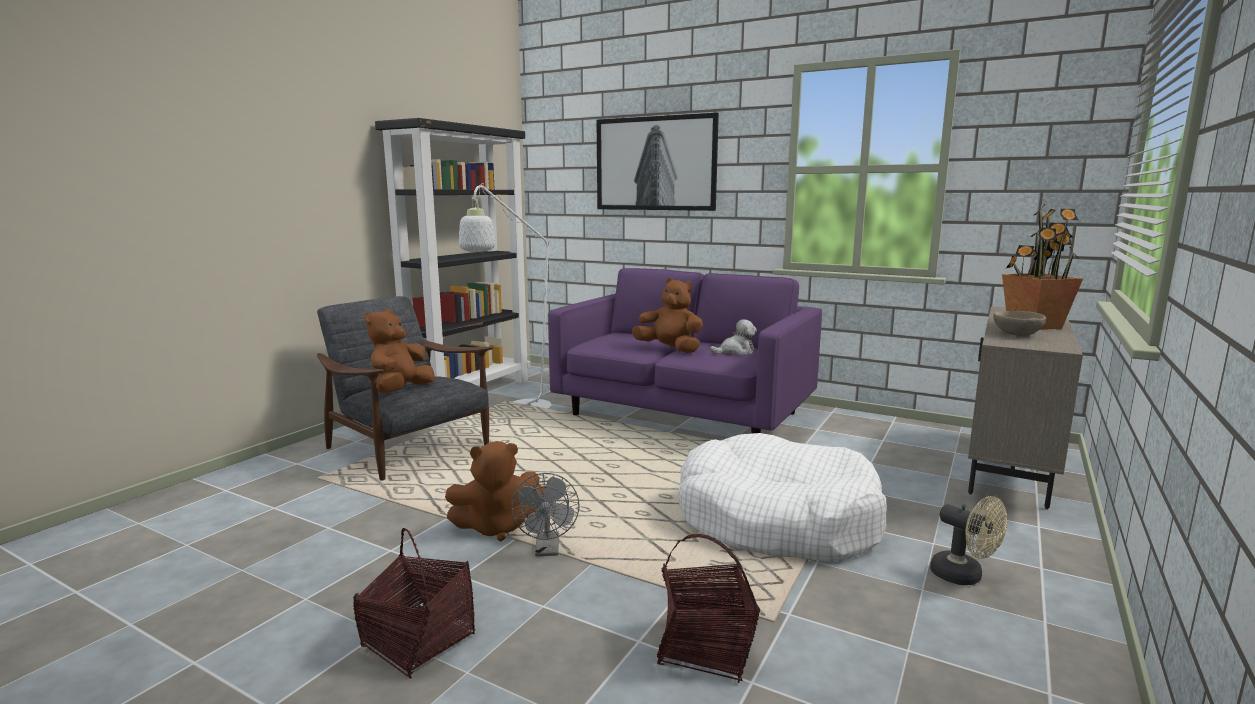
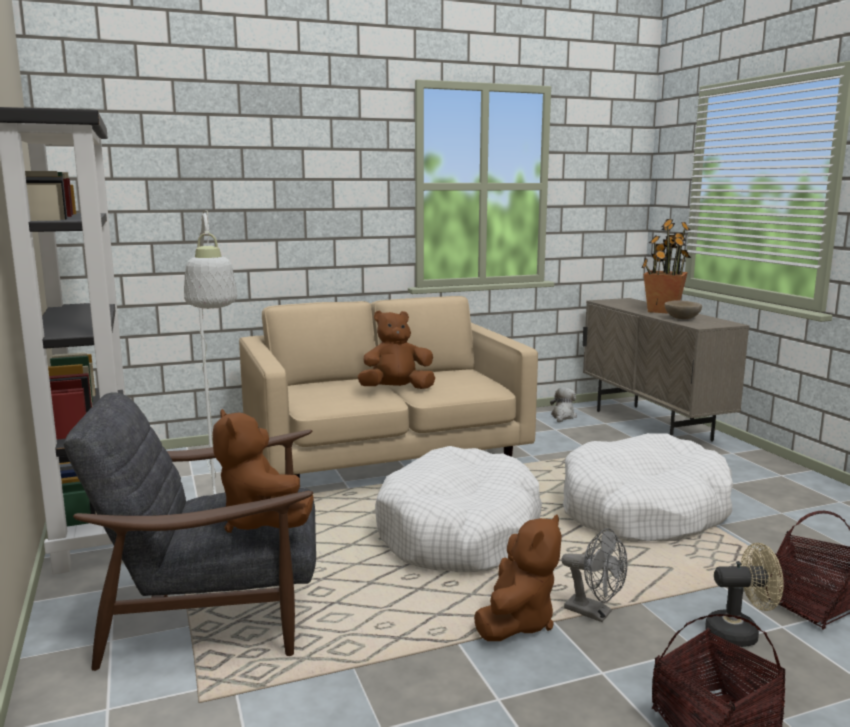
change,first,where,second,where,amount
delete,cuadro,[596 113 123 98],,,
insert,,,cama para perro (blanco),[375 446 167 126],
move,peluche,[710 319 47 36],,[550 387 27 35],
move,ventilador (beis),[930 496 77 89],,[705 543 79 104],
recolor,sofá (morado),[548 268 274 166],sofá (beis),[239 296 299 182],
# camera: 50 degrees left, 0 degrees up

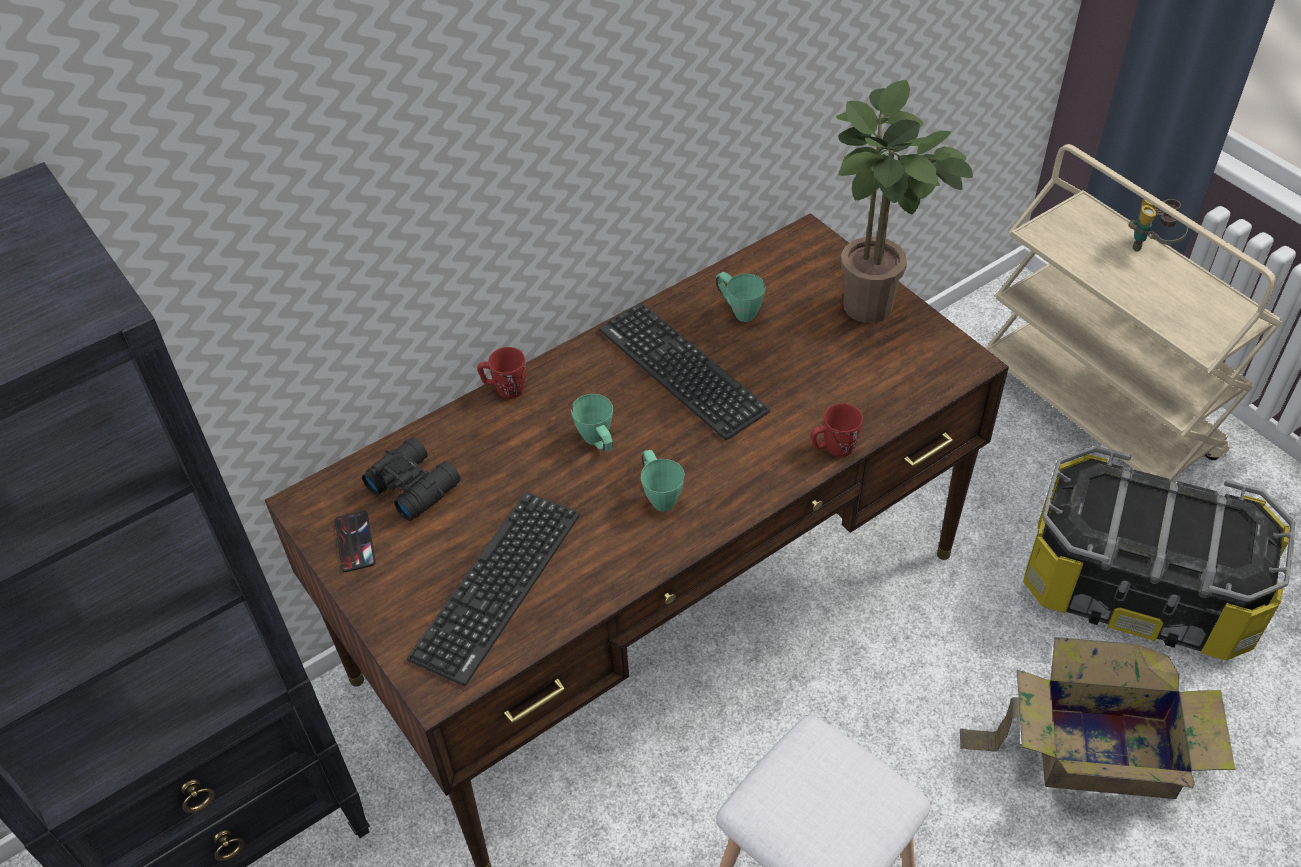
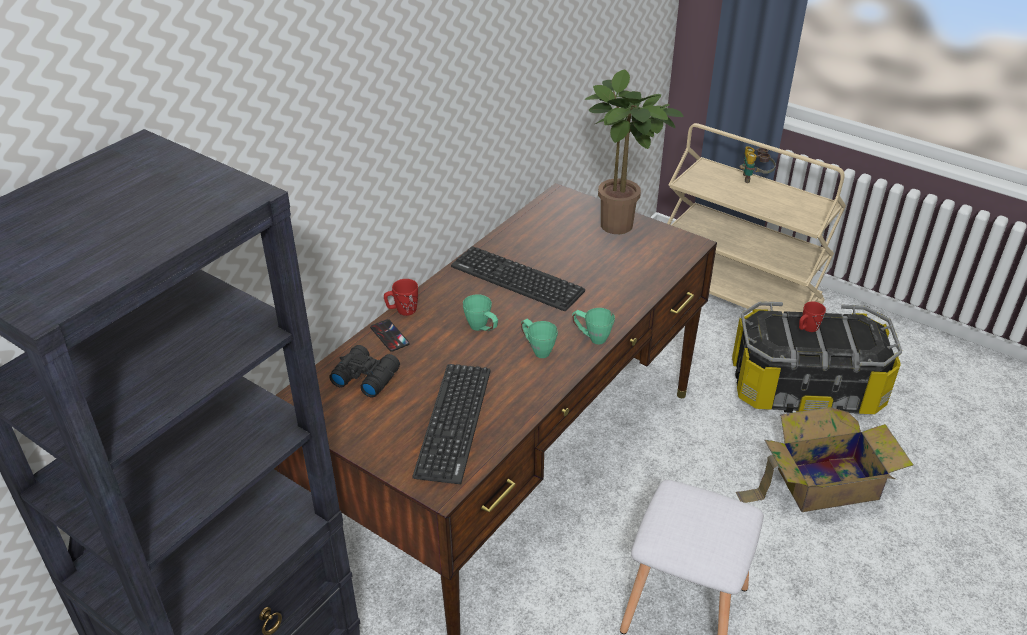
change,first,where,second,where,amount
move,móvil,[335 511 41 61],,[370 319 40 33],
move,taza grande (verde),[716 272 50 50],,[572 308 43 37],
move,taza grande (rojo),[811 403 52 54],,[799 302 27 30],
# camera: 20 degrees left, 10 degrees down

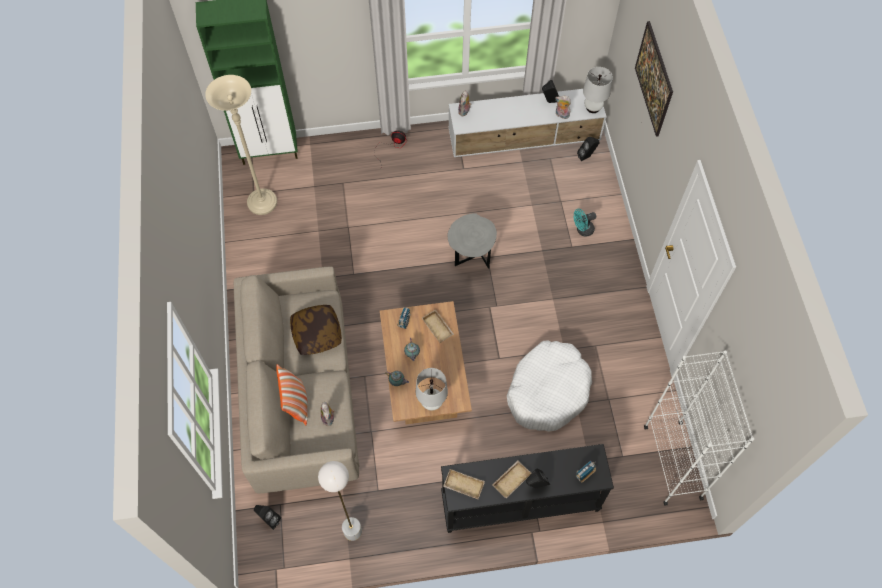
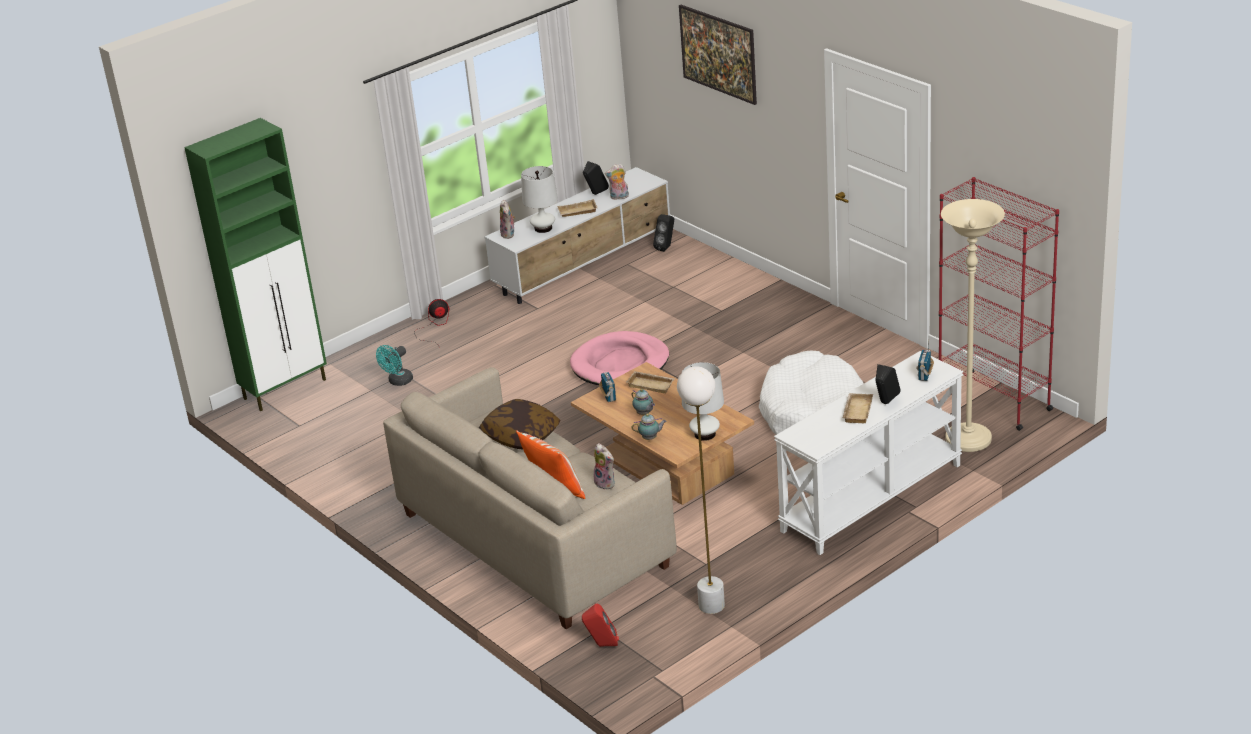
change,first,where,second,where,amount
move,lámpara de pie (beis),[205 75 72 140],,[941 199 64 253],
move,bandeja (beis),[443 469 42 30],,[557 199 40 18],
move,ventilador (turquesa),[574 209 22 28],,[376 345 37 41],
move,lámpara de mesa (blanco),[583 67 30 46],,[521 166 37 67],
replace,mesa auxiliar (gris),[448 213 49 56],cama para perro (rosa),[570 331 99 54],
recolor,altavoz (negro),[254 505 27 25],altavoz (rojo),[582 604 37 43],
recolor,mesa consola (negro),[441 444 173 89],mesa consola (blanco),[774 351 190 204],
recolor,estantería (blanco),[644 350 110 156],estantería (rojo),[939 177 120 254],
# camera: 30 degrees left, 30 degrees down

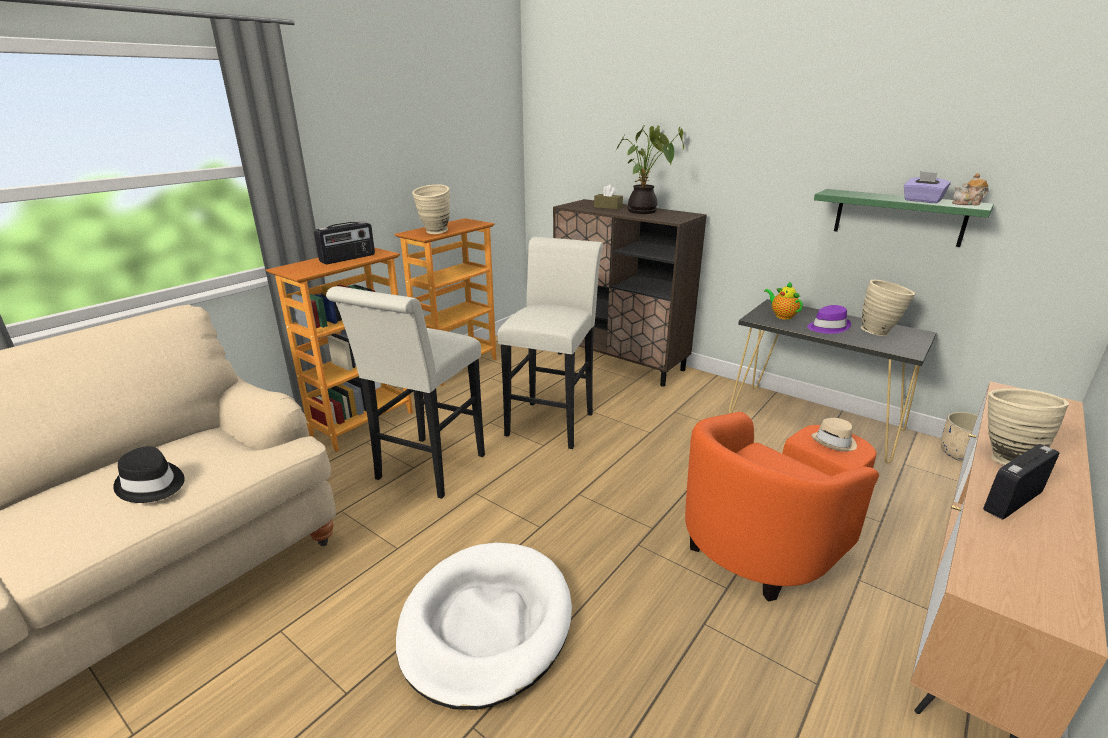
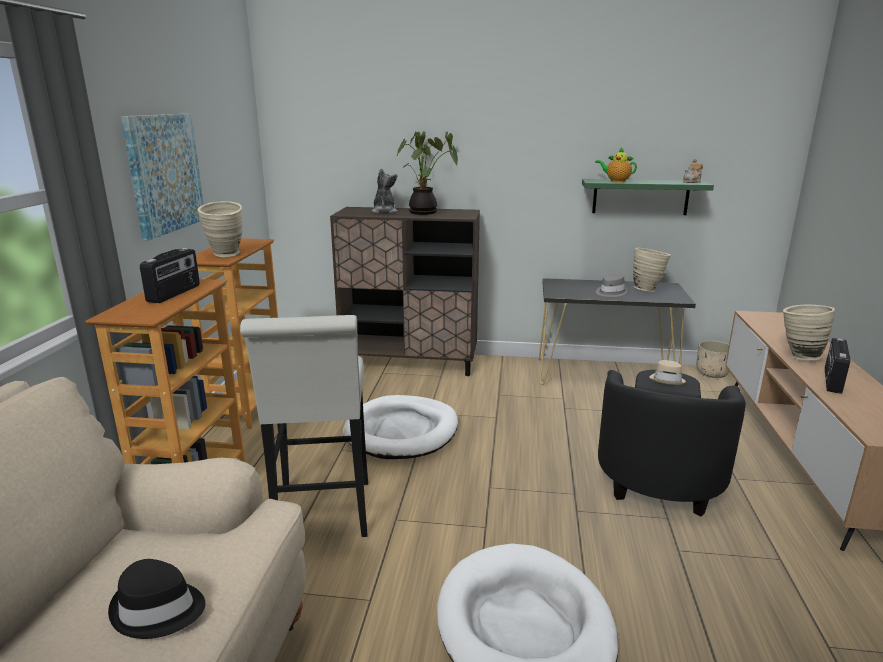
change,first,where,second,where,amount
delete,caja de pañuelos (morado),[904 171 47 32],,,
insert,,,cuadro,[121 114 83 126],
move,tetera,[764 281 39 39],,[595 147 42 36],
replace,taburete (blanco),[498 237 105 212],cama para perro (blanco),[343 395 115 64],
replace,caja de pañuelos (marrón),[594 184 29 25],peluche,[372 168 26 45],
recolor,sillón (naranja),[685 412 194 189],sillón (negro),[598 370 148 146],
recolor,sombrero (morado),[807 305 44 29],sombrero (gris),[596 273 33 24],
# camera: 30 degrees left, 5 degrees down

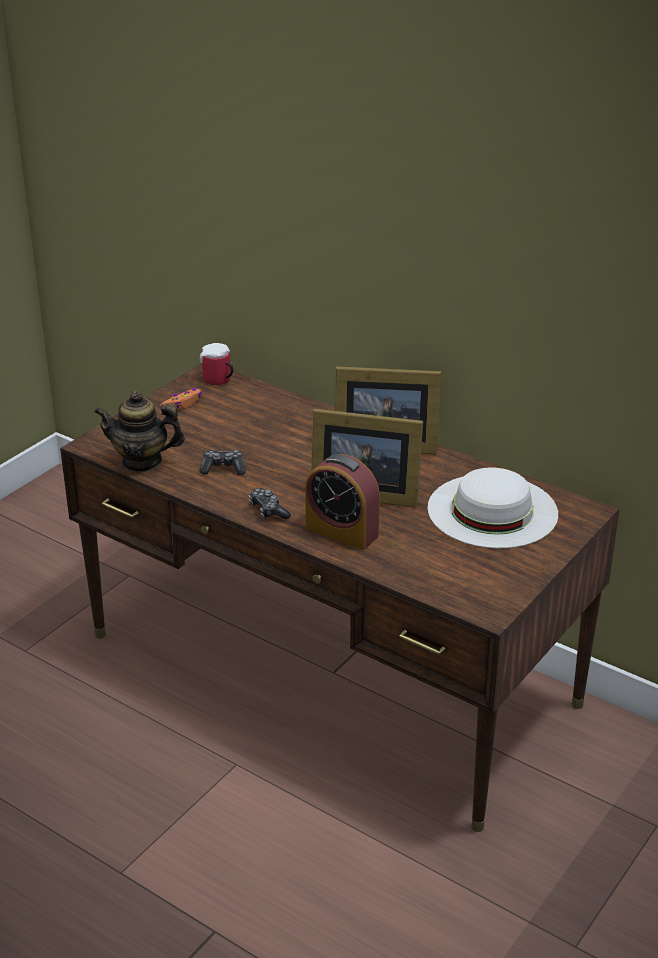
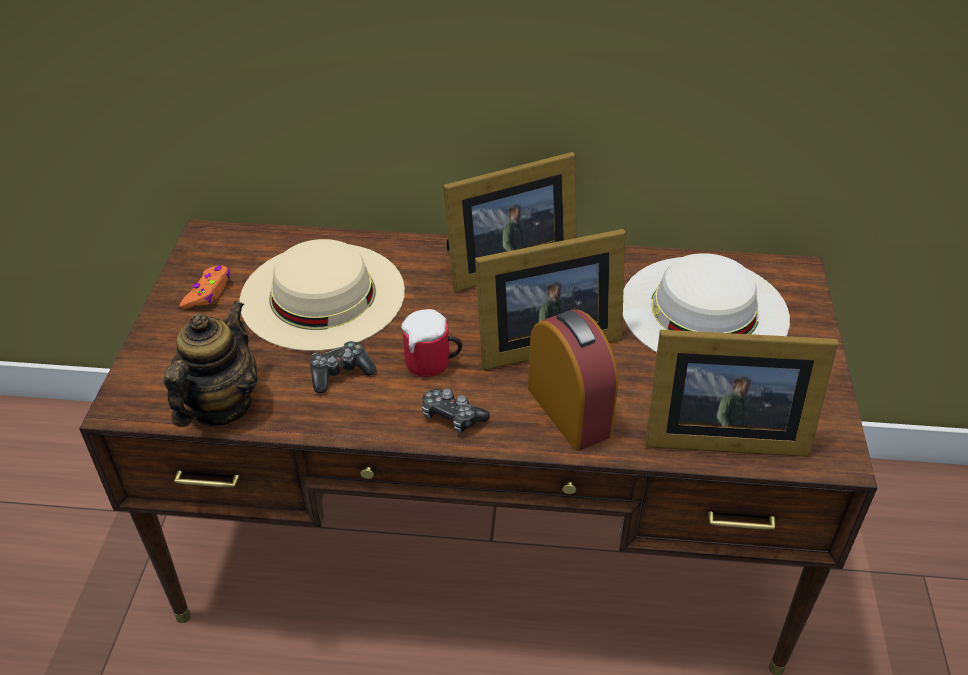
change,first,where,second,where,amount
insert,,,sombrero (beis),[240 239 165 112],
insert,,,portarretratos,[645 330 193 127],
move,taza grande,[199 343 35 42],,[401 309 61 68],
rotate,tetera,[94 391 91 81],,[164 301 94 126],135 degrees clockwise
rotate,despertador,[305 454 75 96],,[528 310 90 141],120 degrees counterclockwise
# camera: 30 degrees left, 10 degrees up

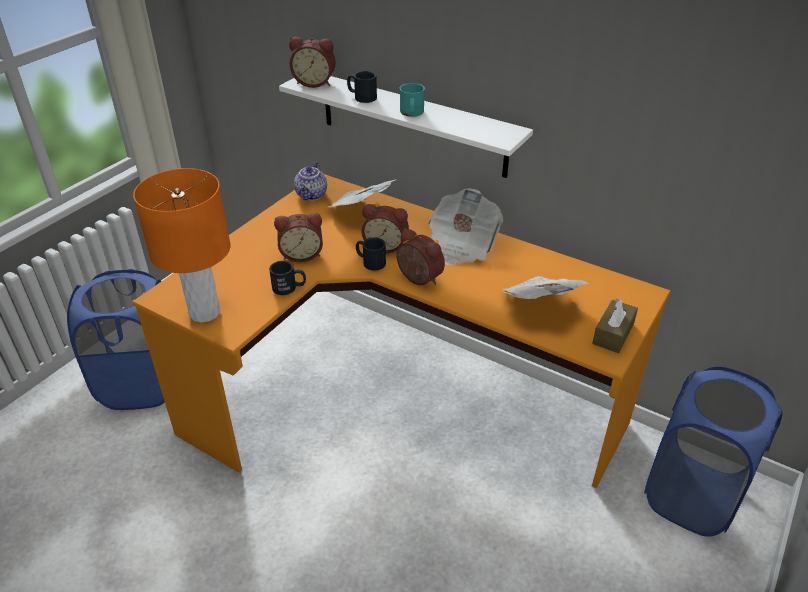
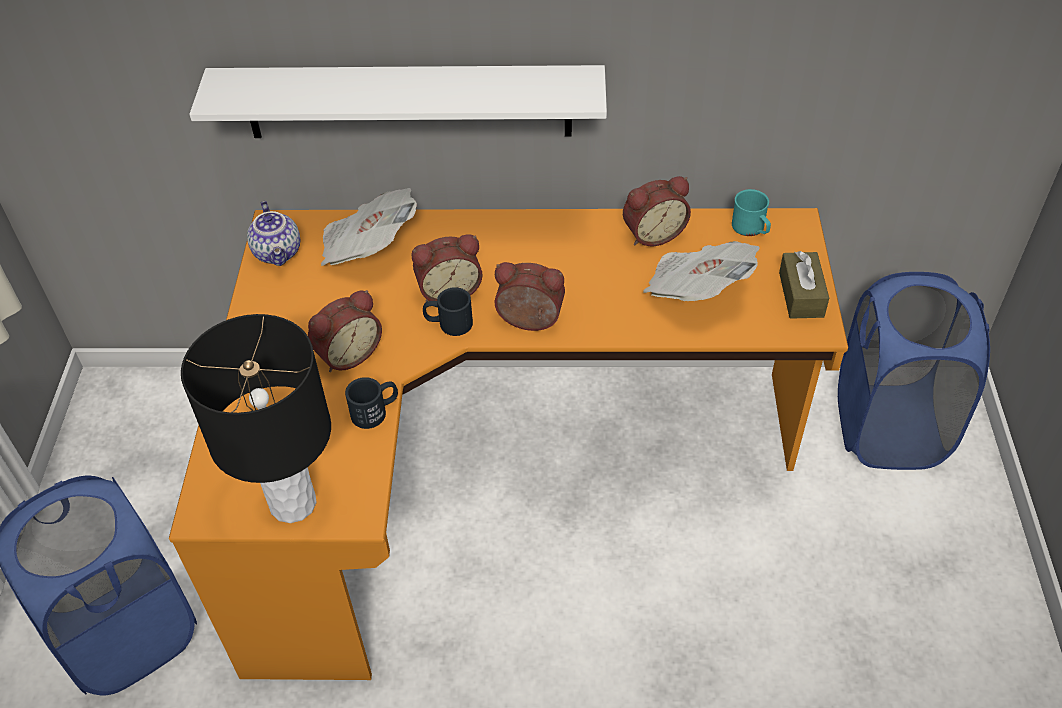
change,first,where,second,where,amount
delete,taza grande (negro),[347 71 30 32],,,
delete,periódico,[429 188 74 77],,,
move,despertador,[289 37 47 51],,[623 176 68 70],
move,taza grande (turquesa),[400 83 25 34],,[732 189 39 47],
recolor,lámpara de mesa (naranja),[133 168 97 155],lámpara de mesa (negro),[181 314 150 209],
# camera: 30 degrees left, 10 degrees up

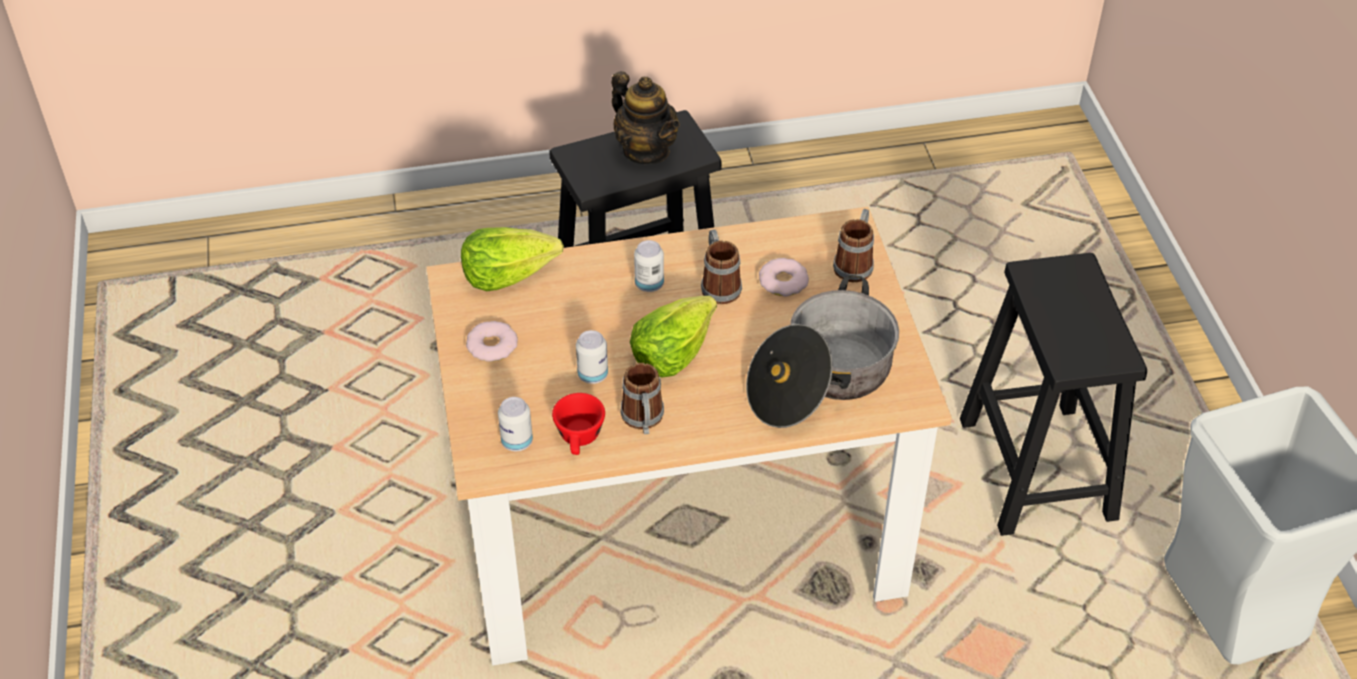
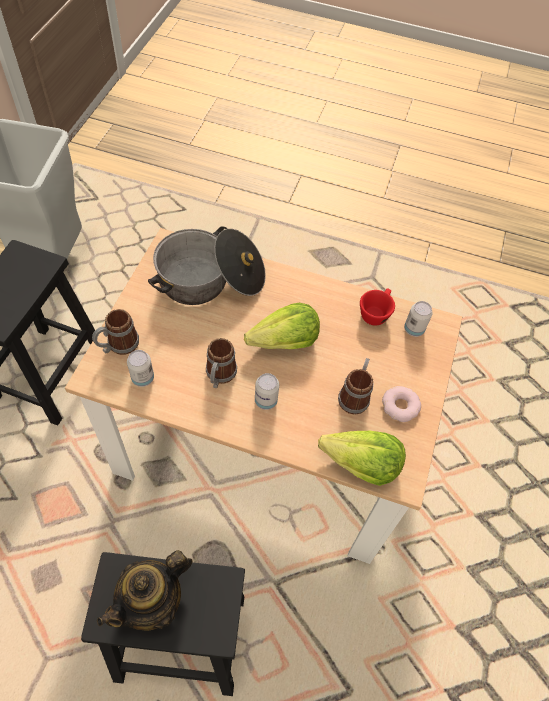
change,first,where,second,where,amount
delete,rosquilla,[759 258 50 39],,,
move,lata,[576 330 32 54],,[127 350 27 37],
move,taza grande,[620 363 44 72],,[338 358 35 56],
rotate,tetera,[611 71 69 93],,[97 550 96 80],120 degrees counterclockwise
# camera: 155 degrees left, 10 degrees up

